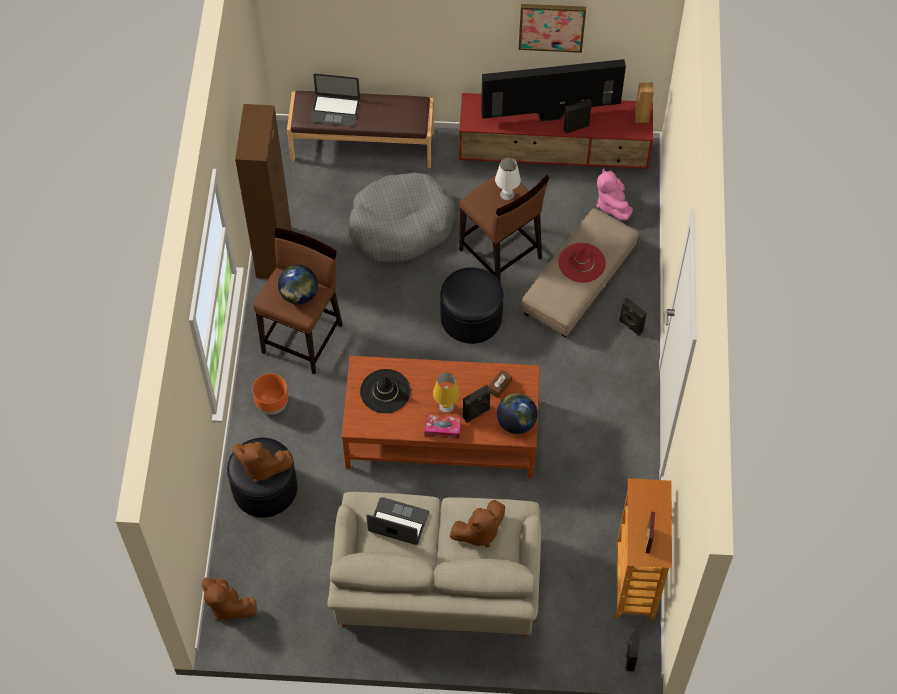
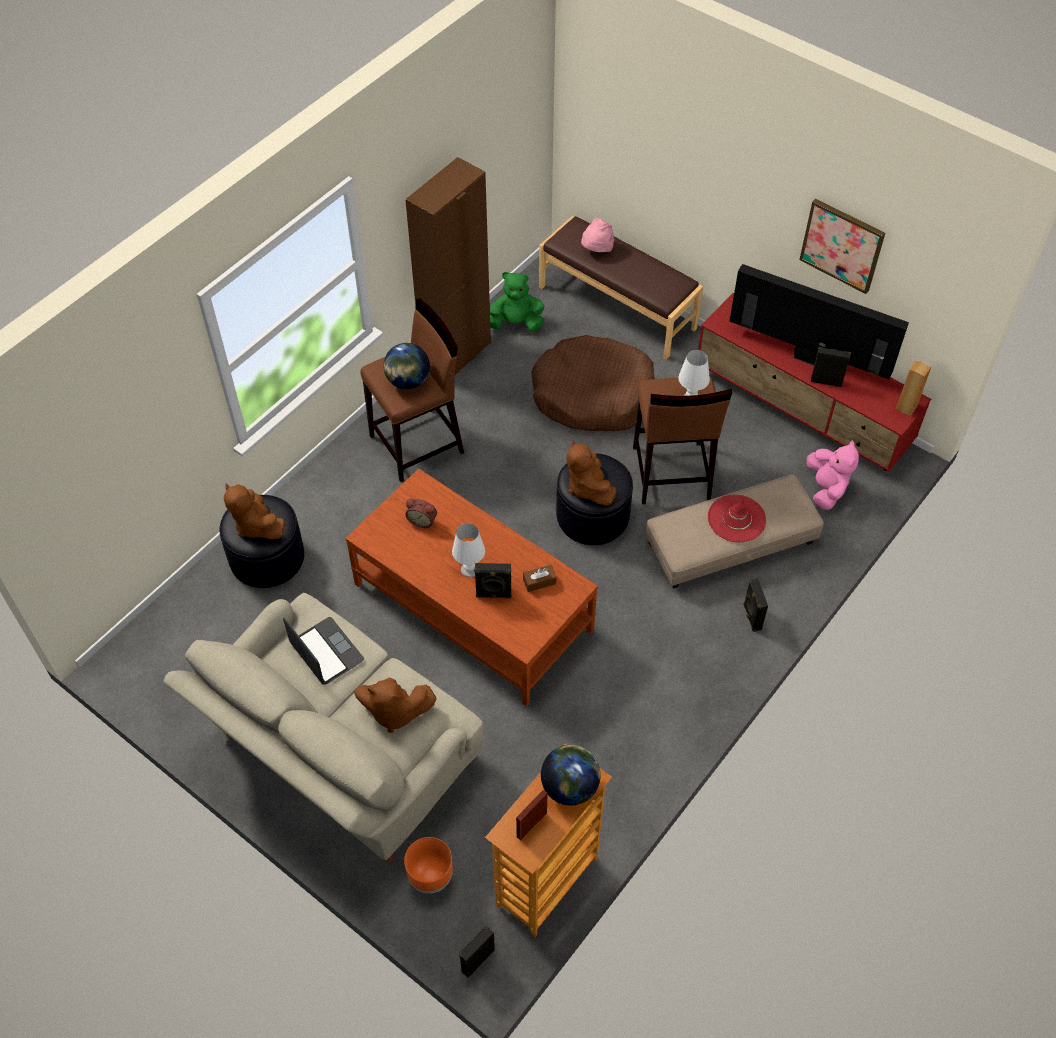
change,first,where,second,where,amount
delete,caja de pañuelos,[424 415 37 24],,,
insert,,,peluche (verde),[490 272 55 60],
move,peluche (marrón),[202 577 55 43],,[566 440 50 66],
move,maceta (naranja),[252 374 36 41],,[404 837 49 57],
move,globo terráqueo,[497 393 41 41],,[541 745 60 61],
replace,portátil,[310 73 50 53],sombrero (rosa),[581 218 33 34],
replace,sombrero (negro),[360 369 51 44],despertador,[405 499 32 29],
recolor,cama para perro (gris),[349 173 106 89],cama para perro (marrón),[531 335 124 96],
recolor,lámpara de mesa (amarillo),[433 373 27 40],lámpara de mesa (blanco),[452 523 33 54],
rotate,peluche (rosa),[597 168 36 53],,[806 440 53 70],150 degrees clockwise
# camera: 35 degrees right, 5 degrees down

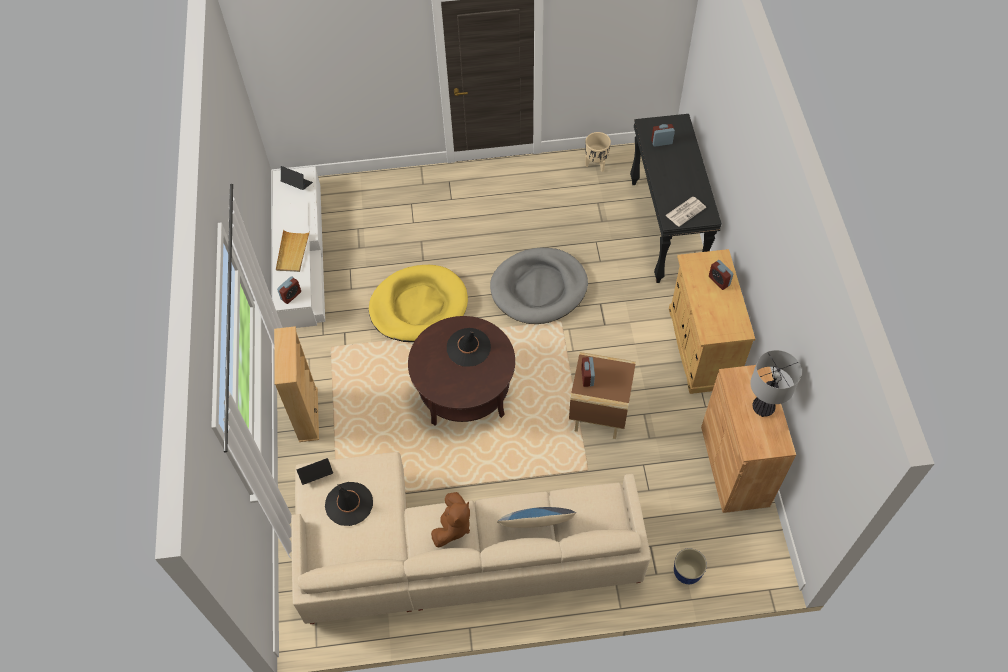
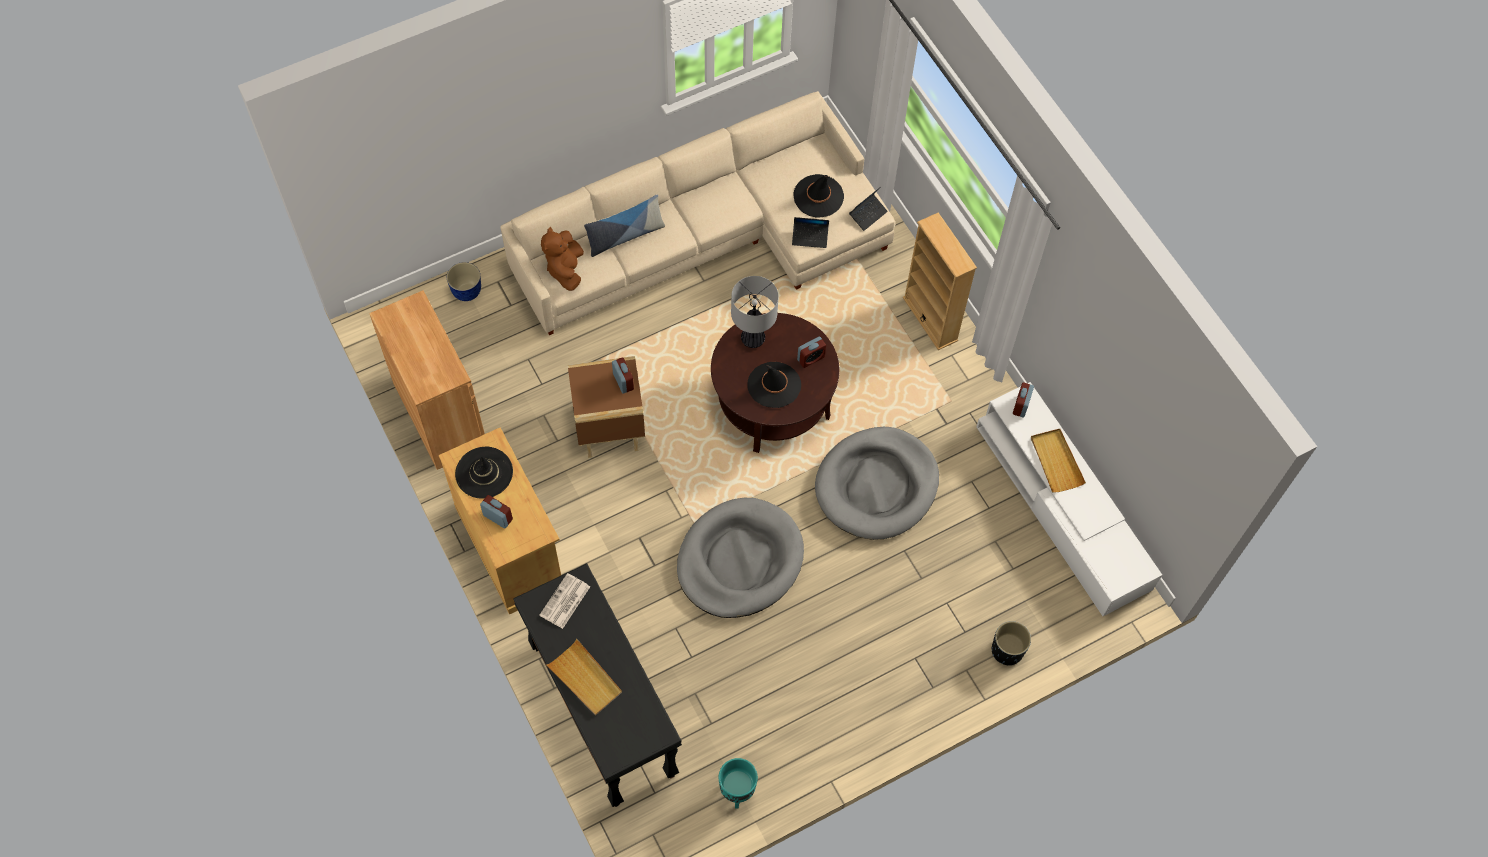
change,first,where,second,where,amount
insert,,,sombrero (negro),[455 447 58 52],
insert,,,bandeja (beis),[546 639 76 76],
insert,,,maceta (negro),[992 621 39 45],
move,portátil,[281 166 32 24],,[792 217 37 31],
move,peluche (marrón),[431 492 39 55],,[541 227 43 64],
move,despertador,[651 124 24 23],,[797 336 29 32],
move,lámpara de mesa,[750 350 52 67],,[731 276 48 72],
recolor,cama para perro (amarillo),[369 265 99 77],cama para perro (gris),[815 427 124 113],
recolor,maceta (beis),[585 132 26 40],maceta (turquesa),[718 758 40 51],
# camera: 155 degrees right, 5 degrees up

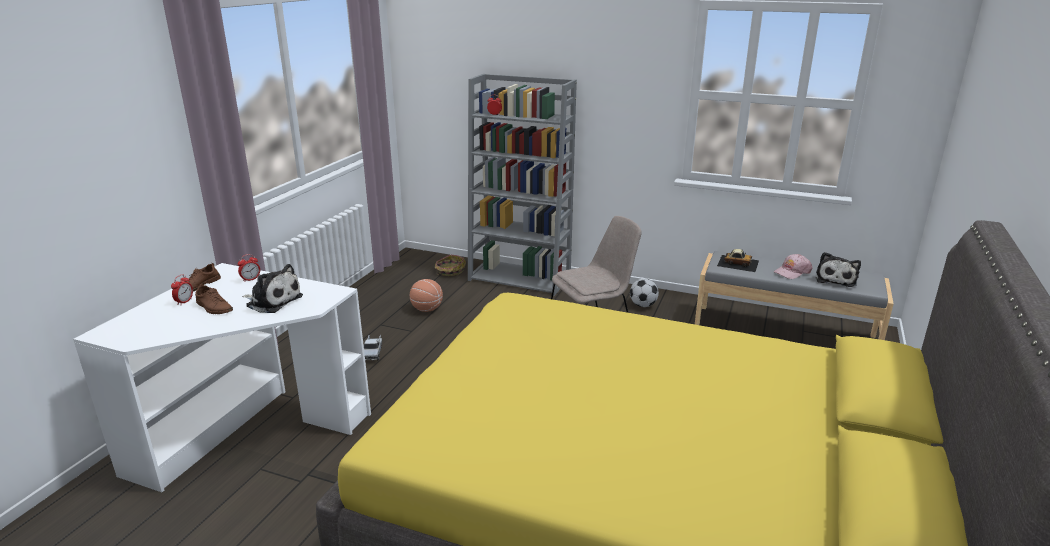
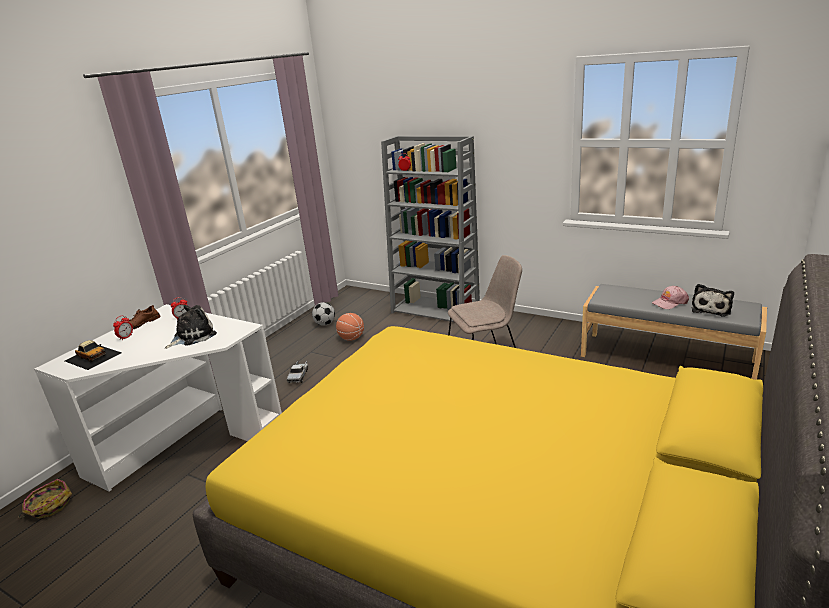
change,first,where,second,where,amount
delete,zapato (marrón),[195 284 38 30],,,
move,cesta,[435 254 31 22],,[18 479 54 40],
move,balón de fútbol,[630 278 29 29],,[312 302 23 24],
move,coche de juguete,[717 249 42 23],,[65 340 57 30],
rotate,peluche,[242 264 61 49],,[165 305 52 44],75 degrees counterclockwise
# camera: 10 degrees right, 0 degrees up

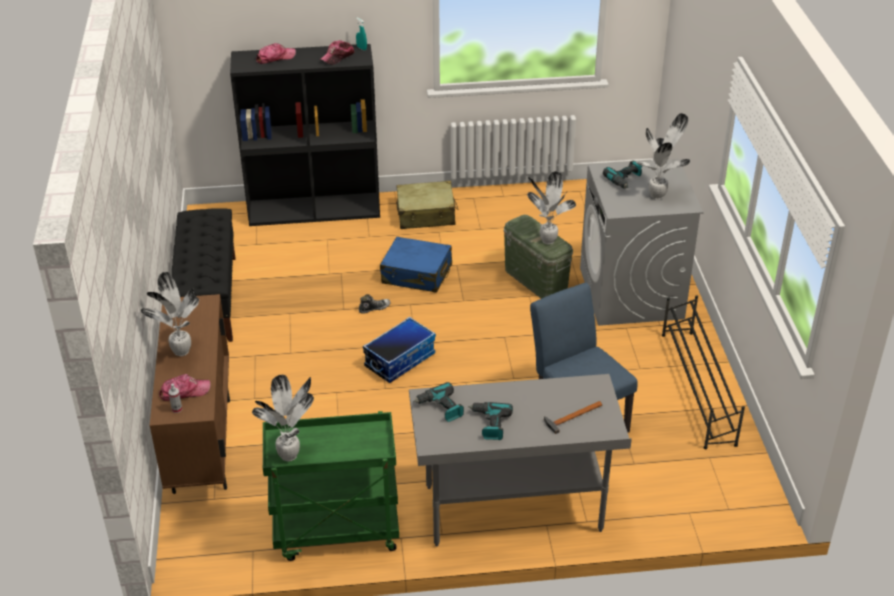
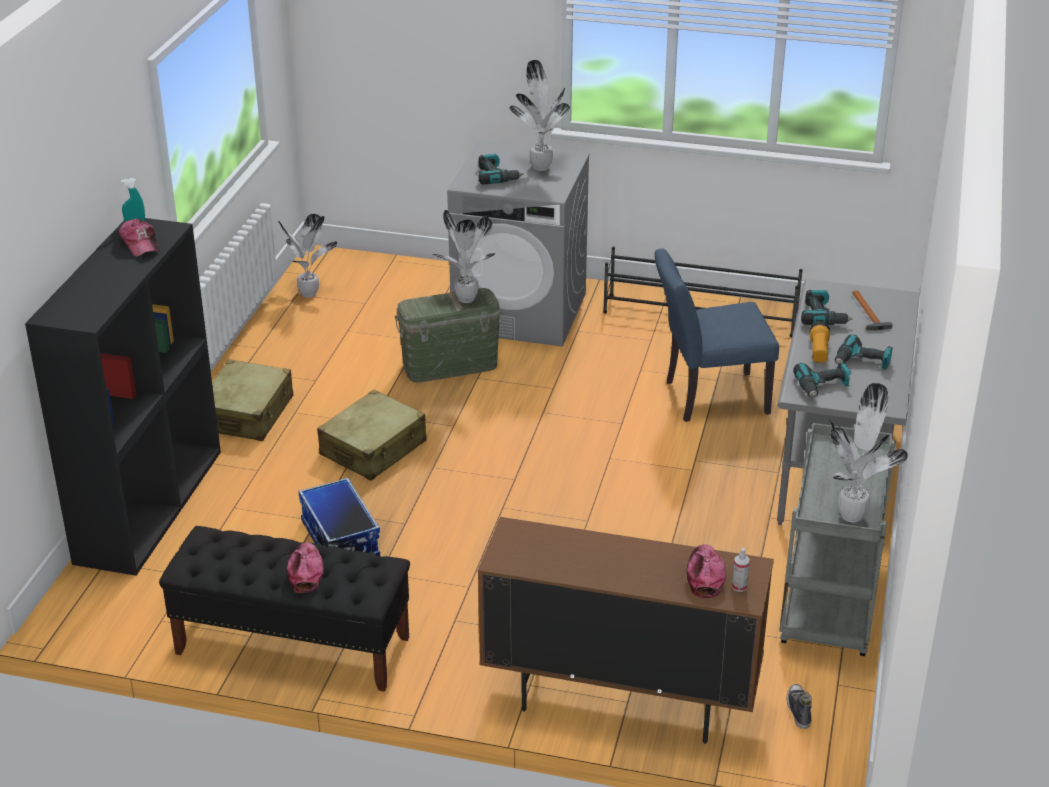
change,first,where,second,where,amount
insert,,,taladro,[801 290 52 35],
insert,,,linterna,[810 322 20 41],
move,planta en maceta,[141 272 58 84],,[278 214 59 84],
move,gorra,[256 43 40 21],,[286 543 37 51],
move,zapato,[359 294 32 20],,[787 684 25 45],
move,caja de almacenaje,[363 317 73 66],,[298 478 82 78],
recolor,carrito (verde),[263 411 136 150],carrito (gris),[779 423 117 233],
recolor,maleta (azul),[380 237 72 56],maleta (beis),[317 390 110 91],
# camera: 70 degrees left, 5 degrees down

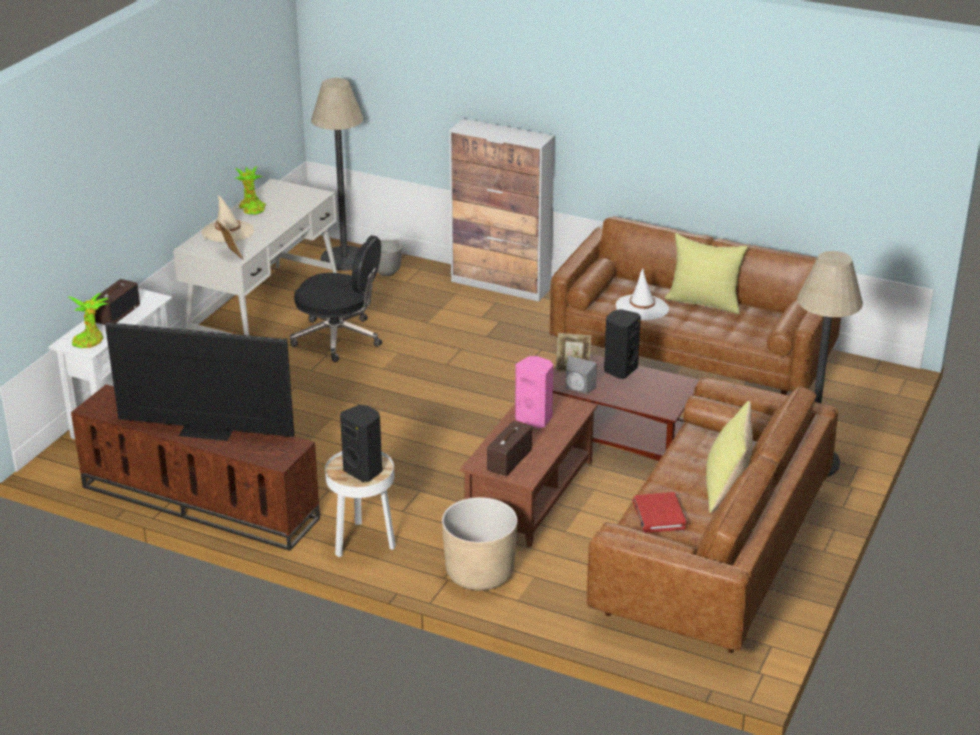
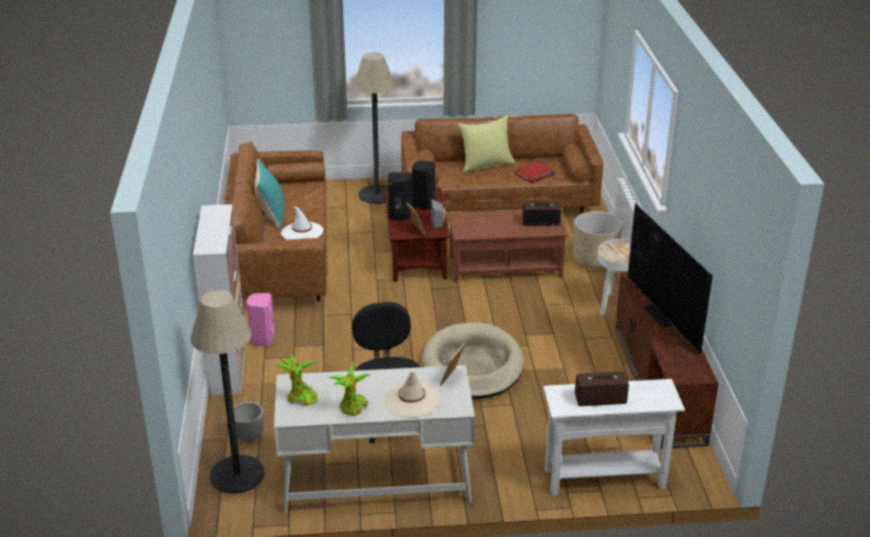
change,first,where,second,where,amount
insert,,,cama para perro (beis),[422 322 102 77],
move,planta en maceta,[68 293 40 55],,[274 353 44 53],
move,altavoz (negro),[340 405 42 77],,[412 161 23 49],
move,altavoz (rosa),[515 356 39 72],,[246 293 29 54],
recolor,cojín (amarillo),[664 233 84 81],cojín (turquesa),[255 158 29 70],
# camera: 120 degrees left, 0 degrees up

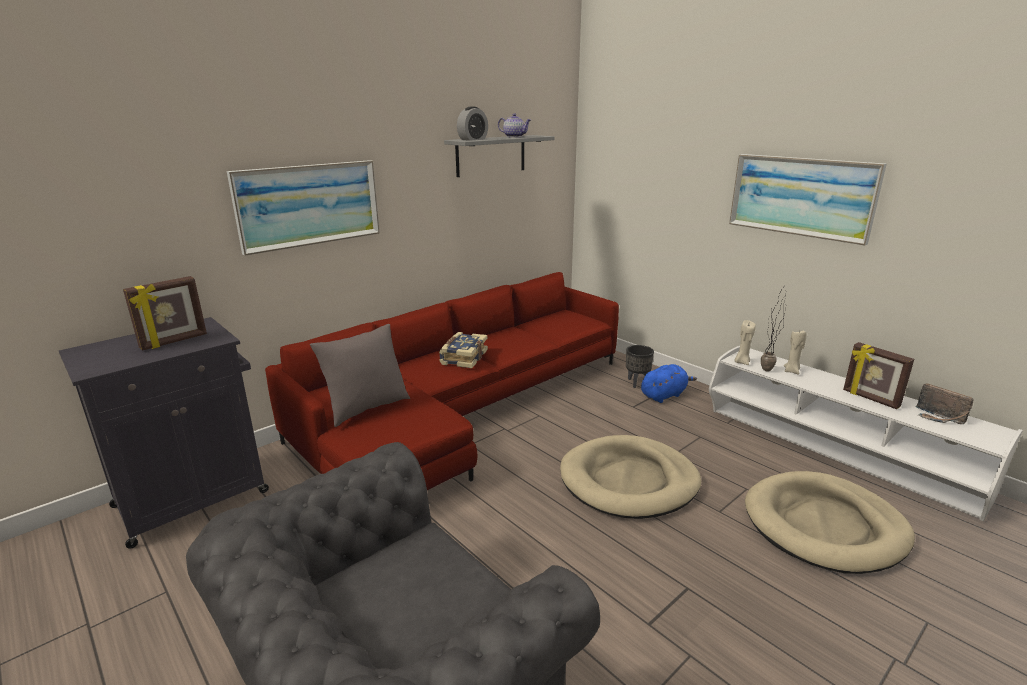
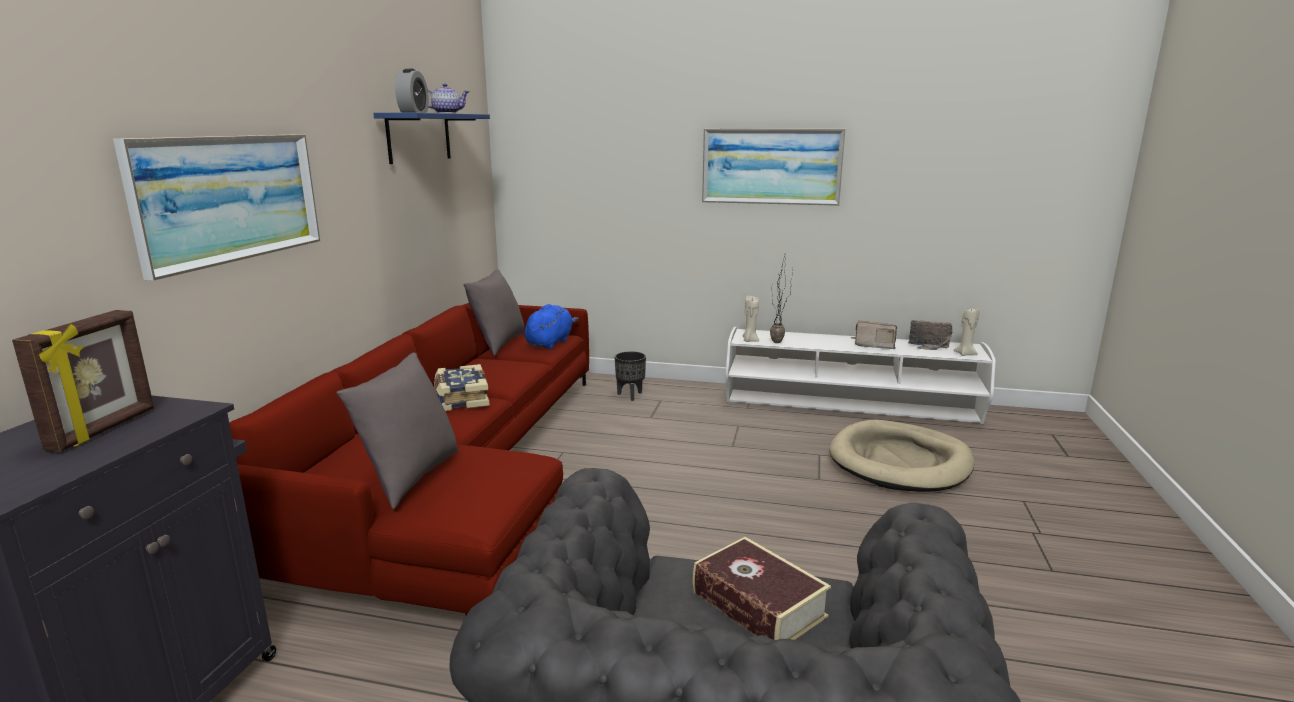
change,first,where,second,where,amount
delete,cama para perro (beis),[560 435 141 84],,,
insert,,,cojín (gris),[463 269 61 87],
insert,,,libro,[693 537 138 103],
move,peluche (azul),[641 364 56 39],,[524 304 55 45],
move,vela (beis),[784 330 23 45],,[953 308 26 48],
replace,portarretratos,[843 342 71 67],radio,[855 321 42 28],
recolor,estante (gris),[444 135 111 42],estante (azul),[373 113 117 51],
# camera: 35 degrees left, 5 degrees down

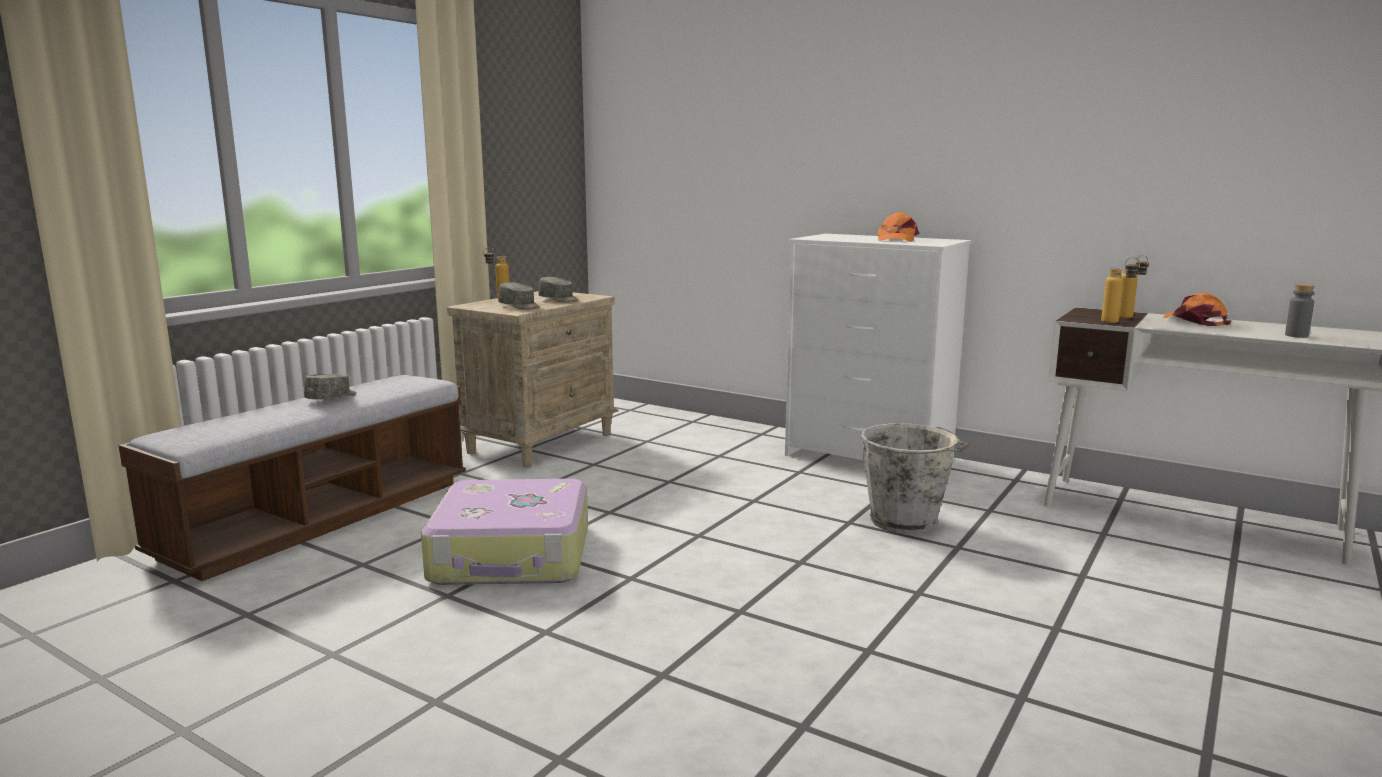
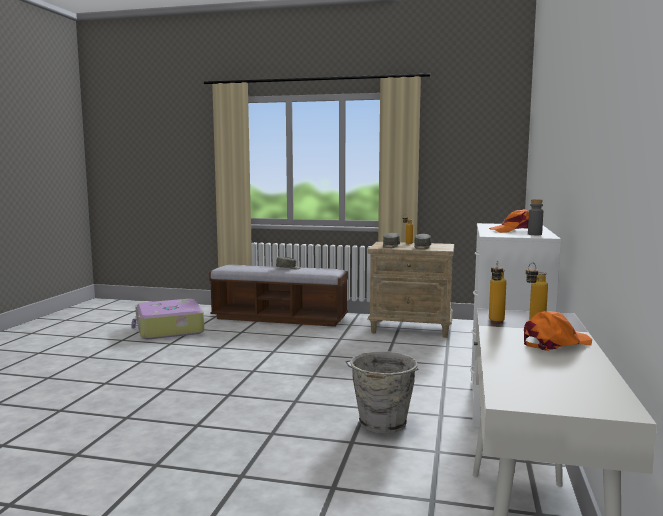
change,first,where,second,where,amount
move,maleta,[421 479 167 106],,[131 299 73 40],
move,botella (gris),[1285 284 30 54],,[528 199 15 36],
# camera: 70 degrees right, 5 degrees down

